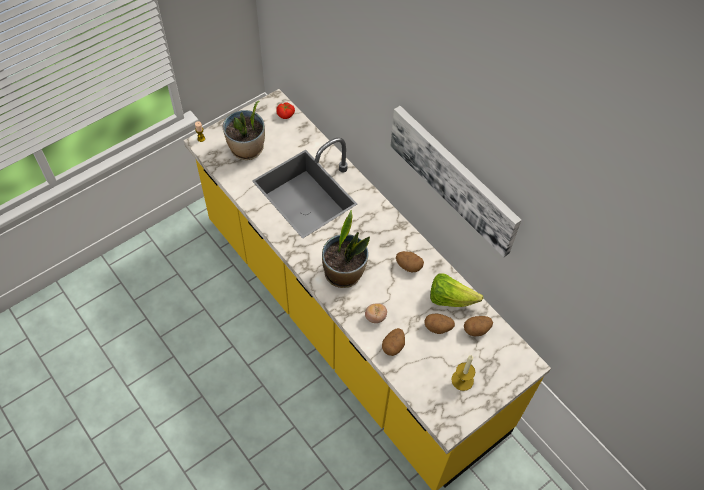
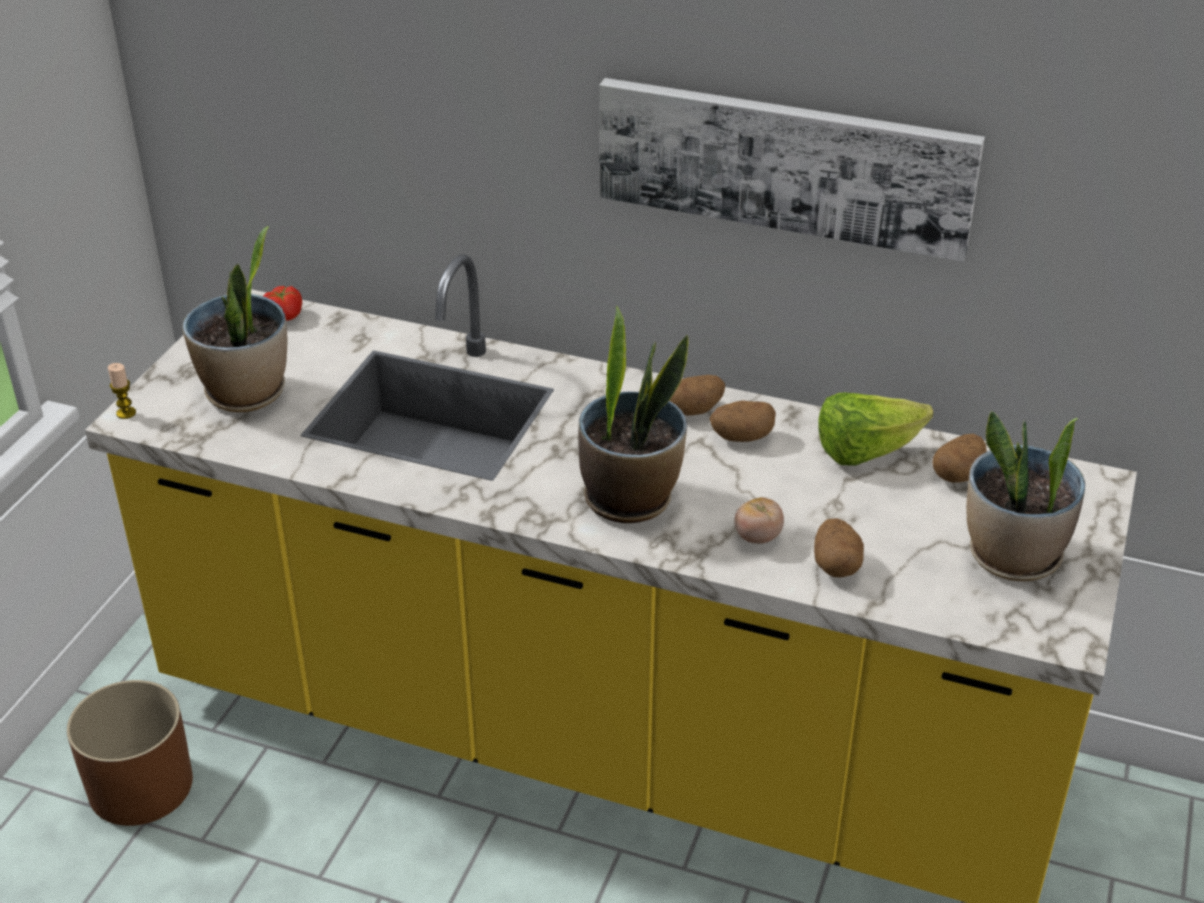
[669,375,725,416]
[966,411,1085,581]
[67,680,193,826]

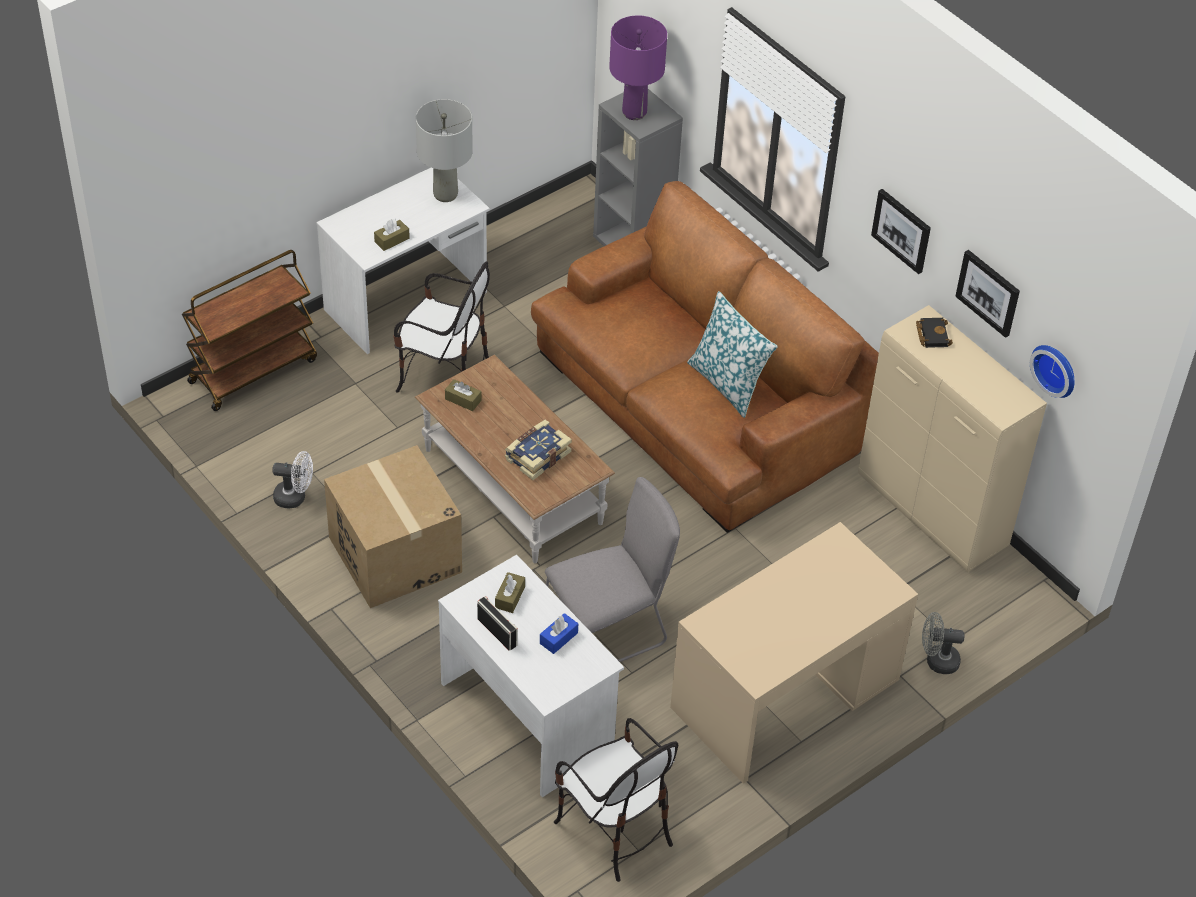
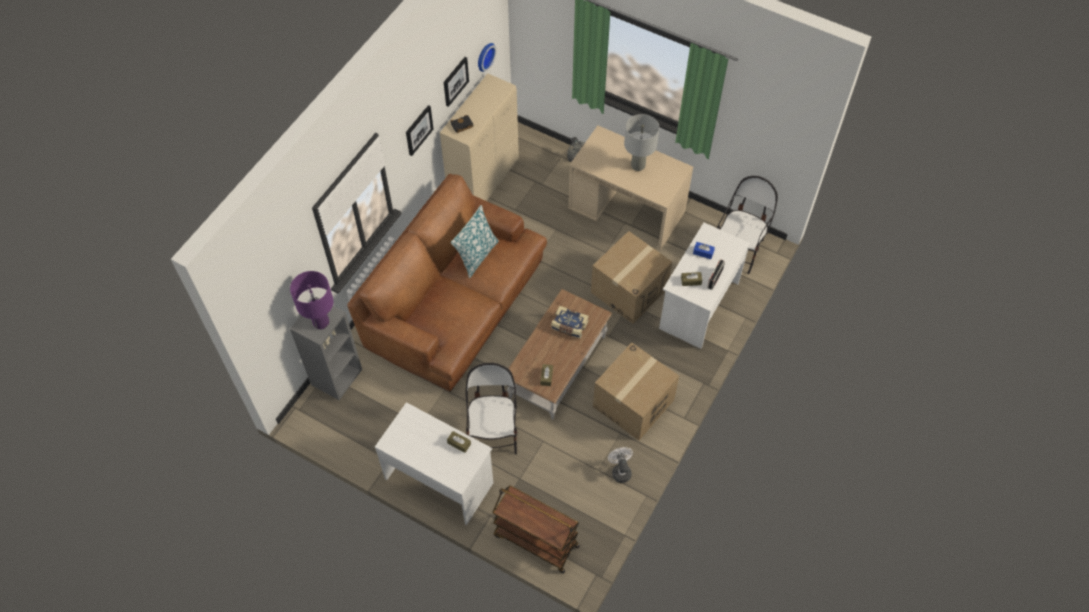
[624,114,659,171]
[591,231,672,324]

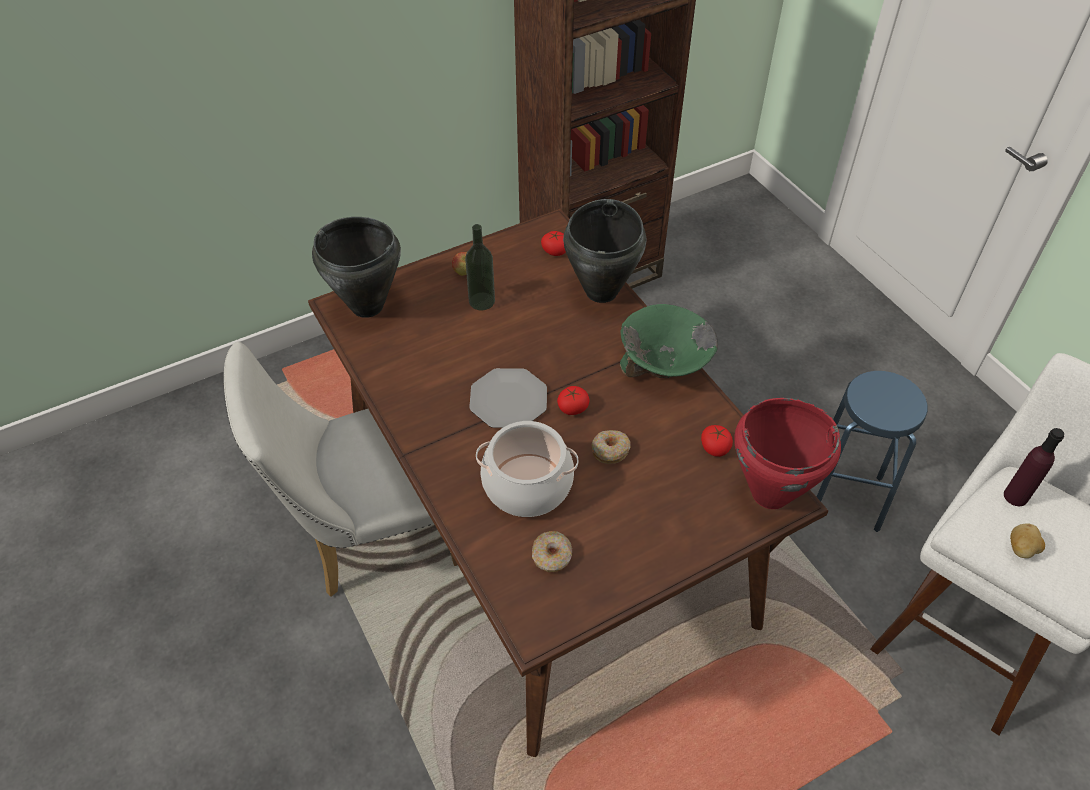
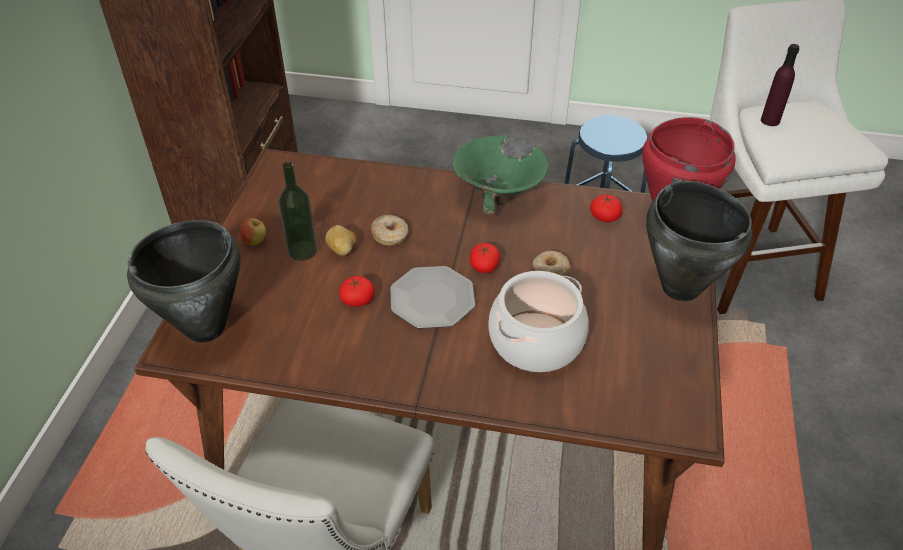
[371,215,409,246]
[339,276,375,307]
[646,181,753,301]
[325,225,356,256]

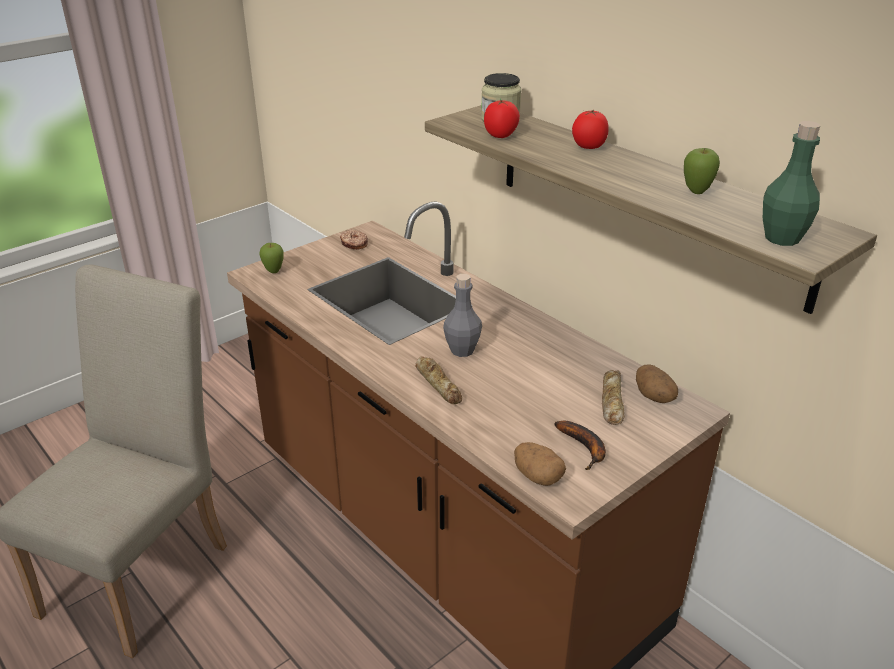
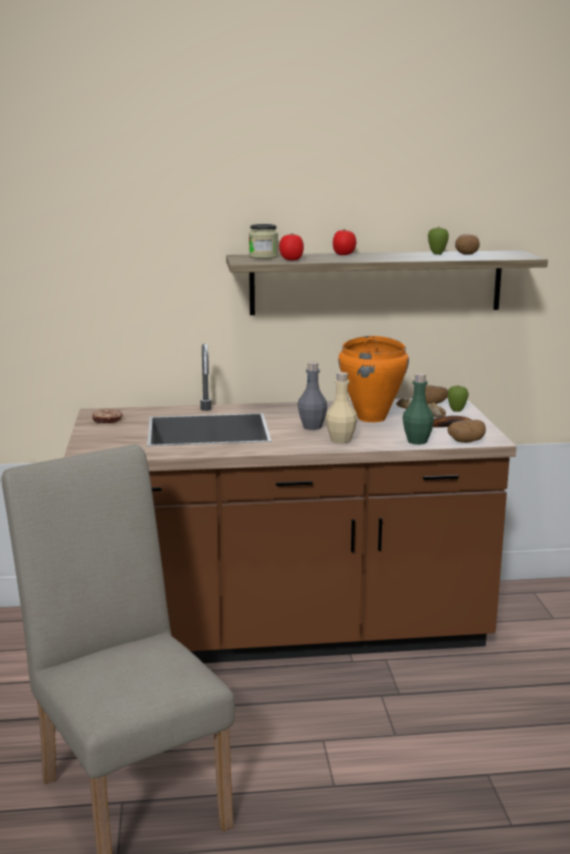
[447,385,469,412]
[326,372,357,444]
[403,373,434,445]
[338,336,409,422]
[455,234,480,255]

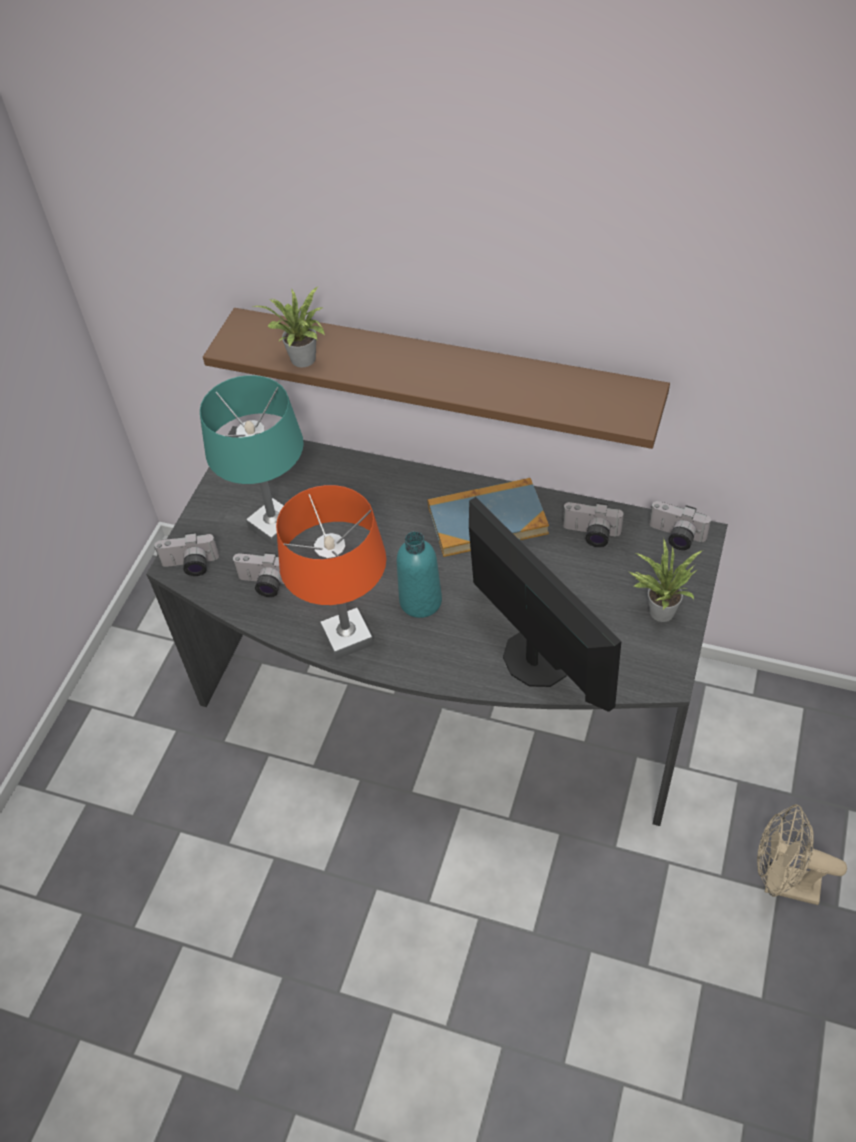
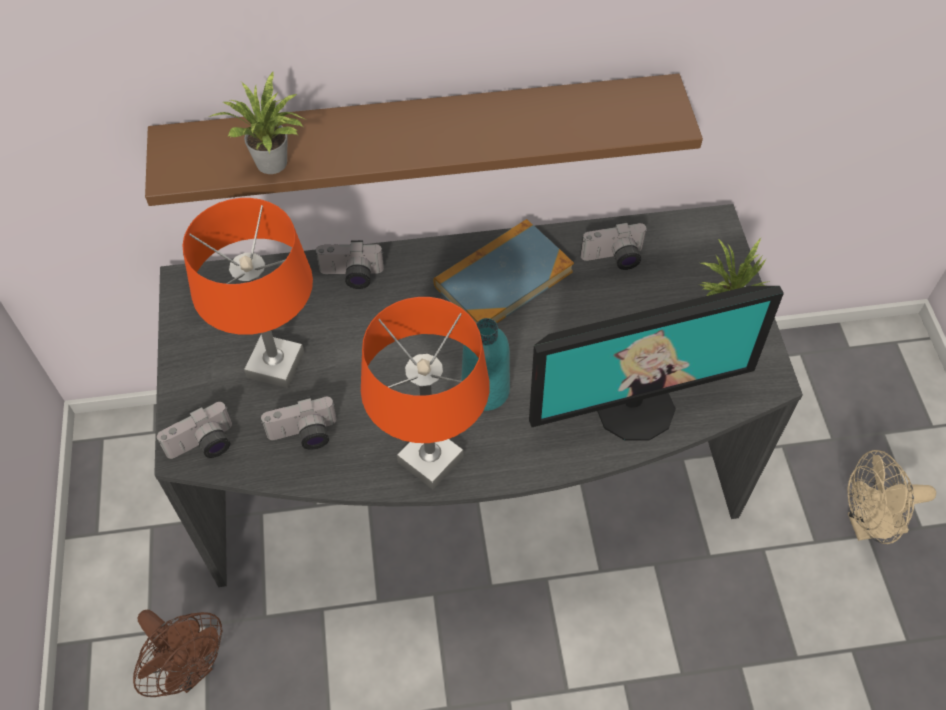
[183,198,313,388]
[529,286,784,441]
[315,240,384,289]
[133,610,223,697]

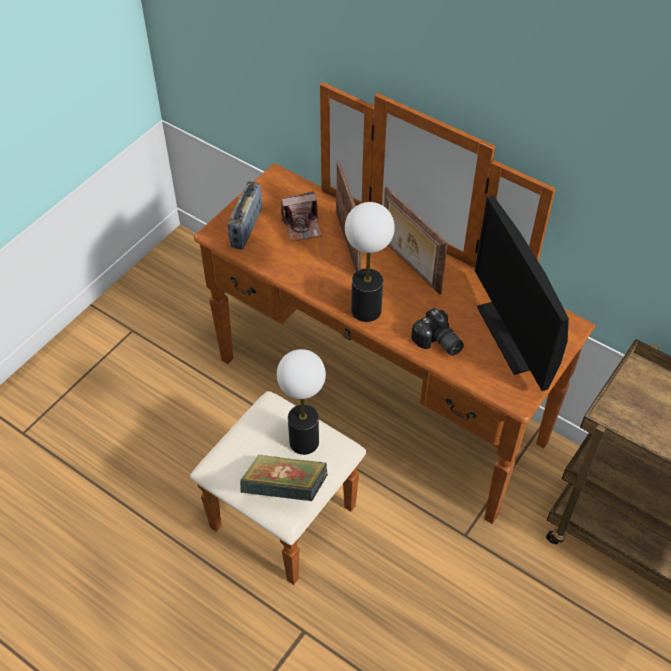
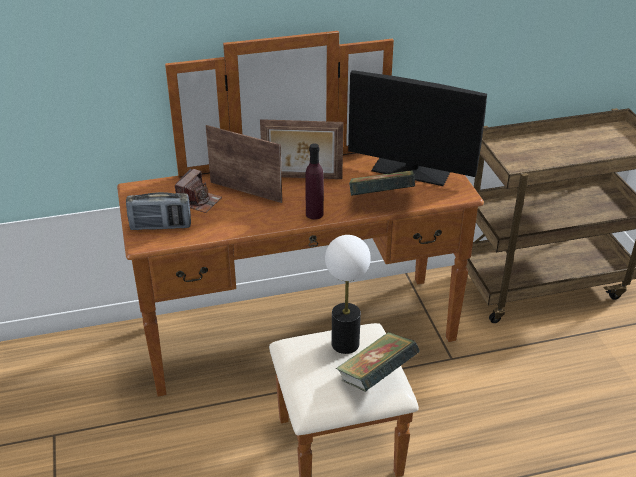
[126,192,191,230]
[305,143,324,220]
[349,170,415,196]

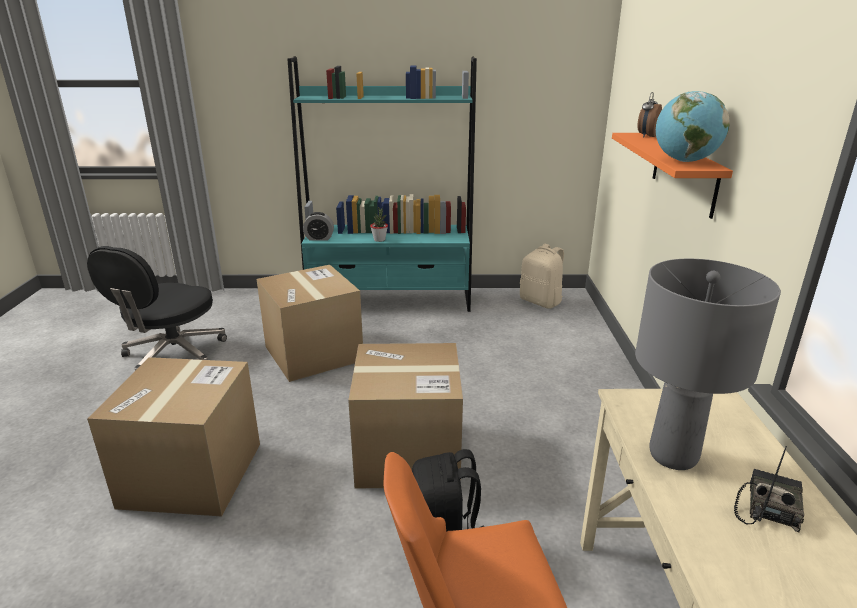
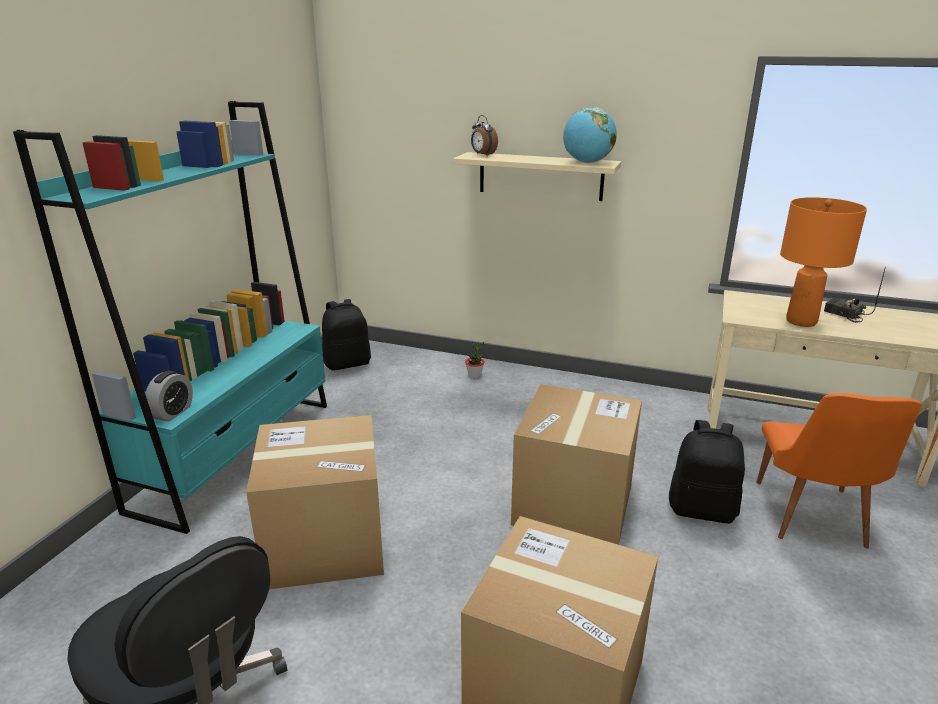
[465,342,484,379]
[322,299,371,371]
[453,152,621,201]
[780,197,867,327]

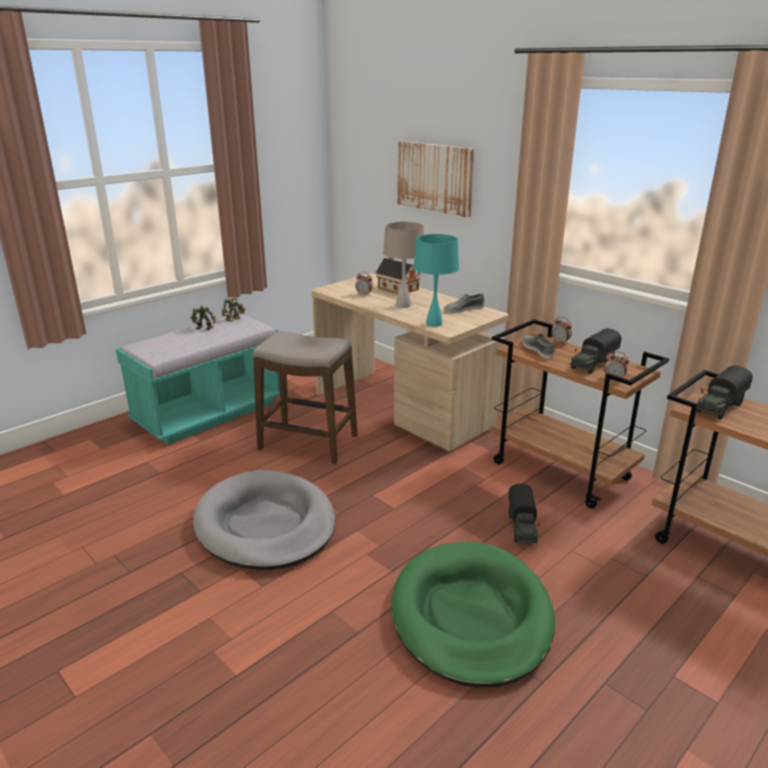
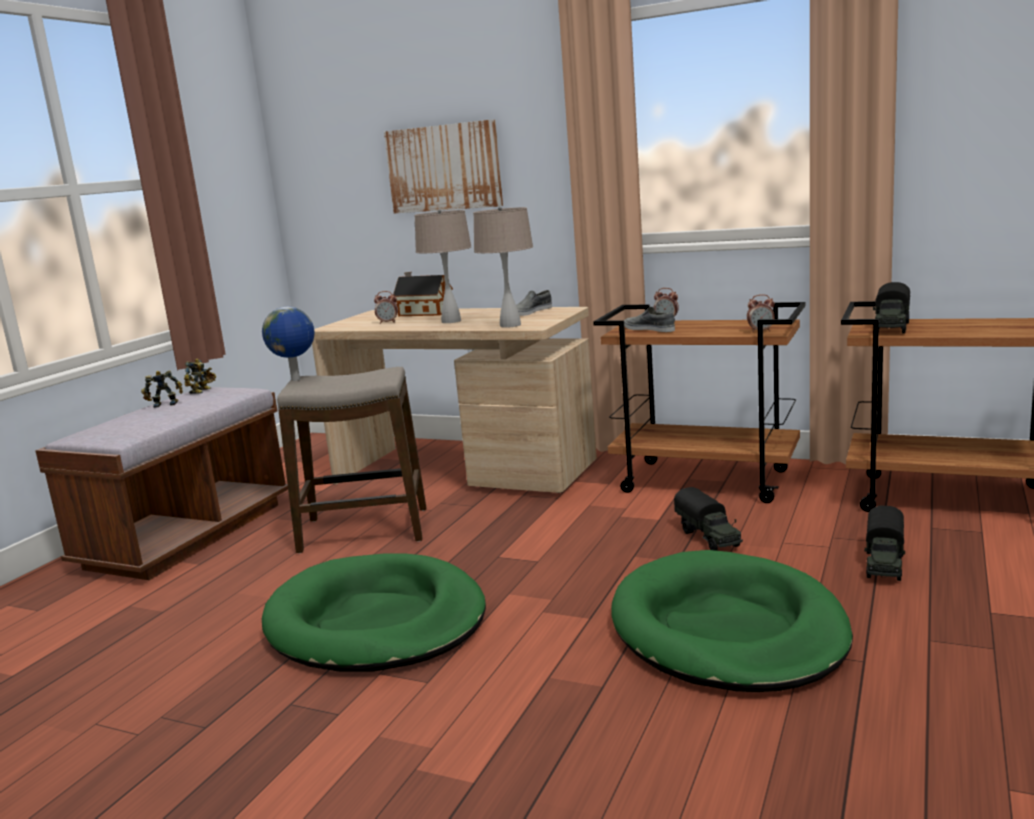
[35,387,288,580]
[262,554,486,672]
[473,207,533,328]
[864,506,905,581]
[262,306,315,381]

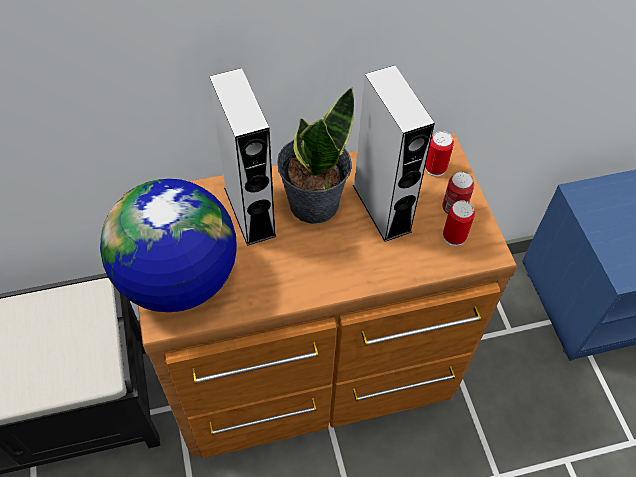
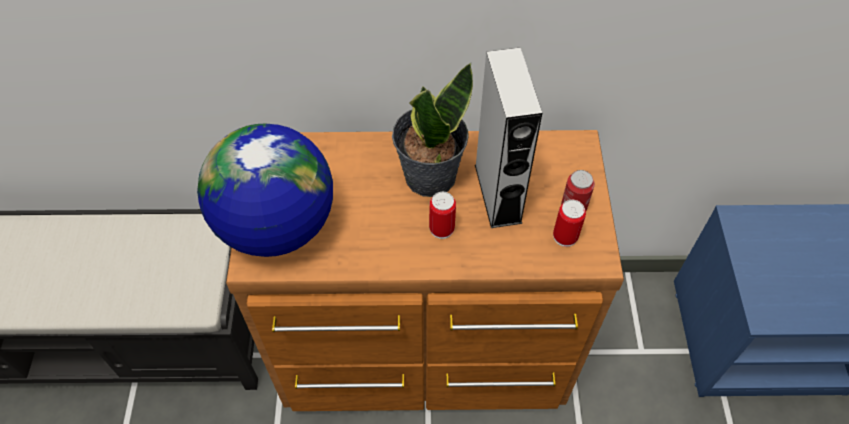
[209,68,276,246] (first image)
[429,192,456,239]

